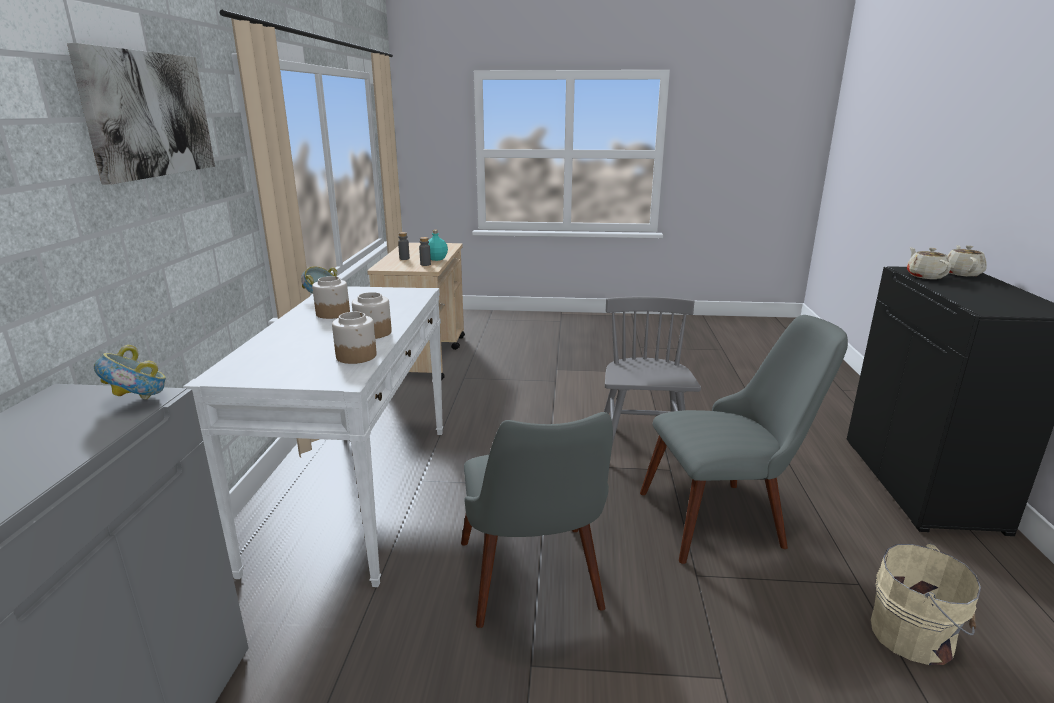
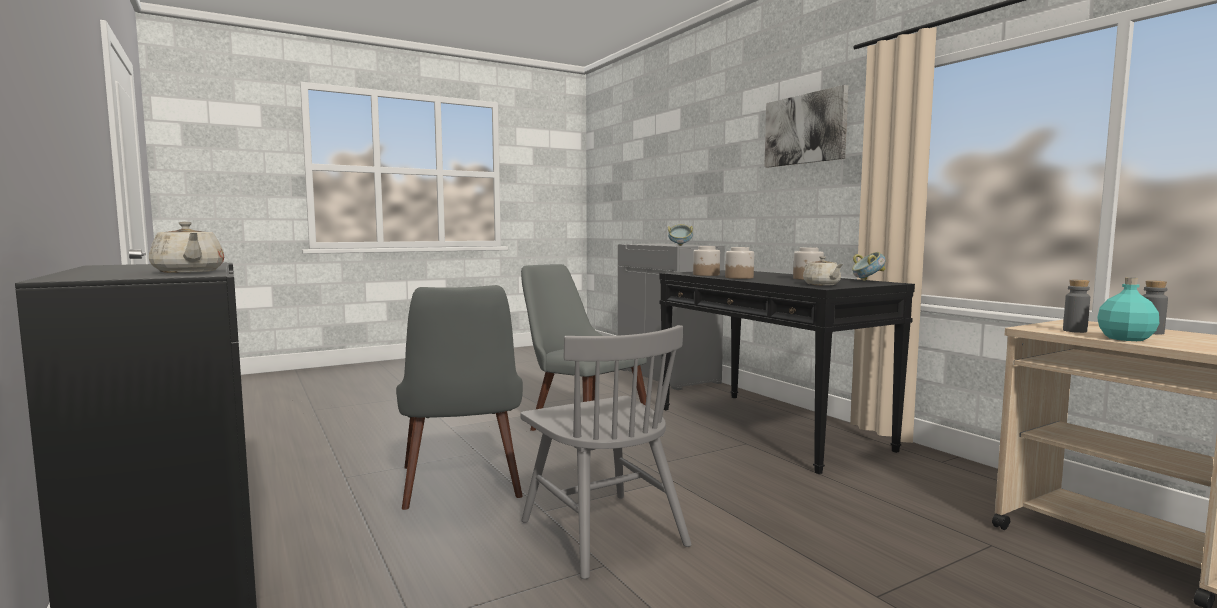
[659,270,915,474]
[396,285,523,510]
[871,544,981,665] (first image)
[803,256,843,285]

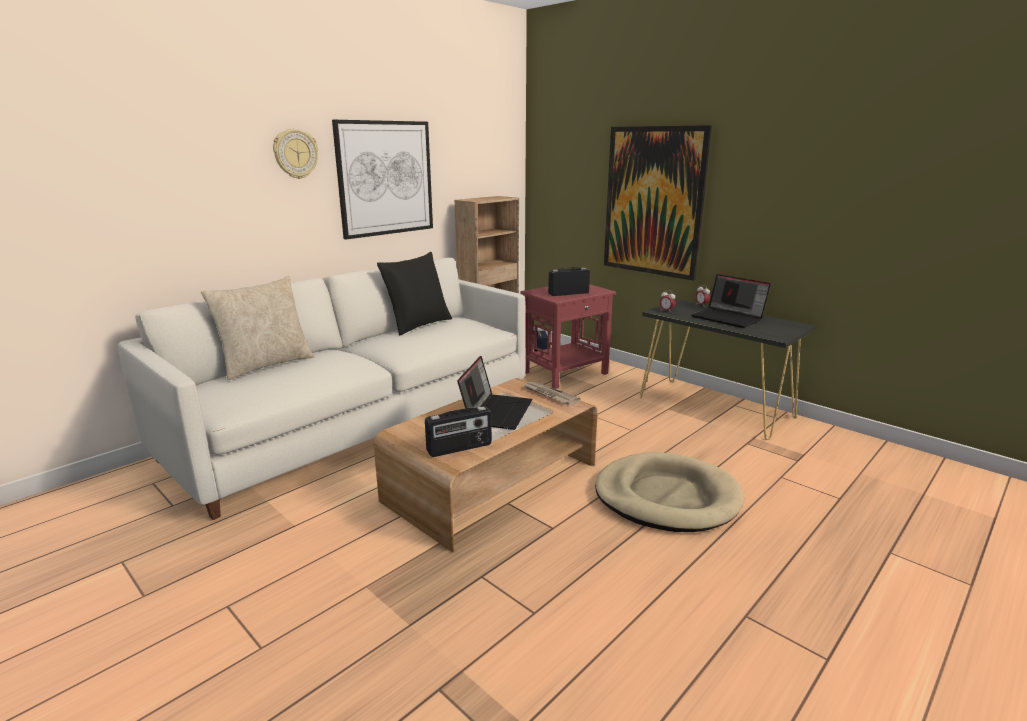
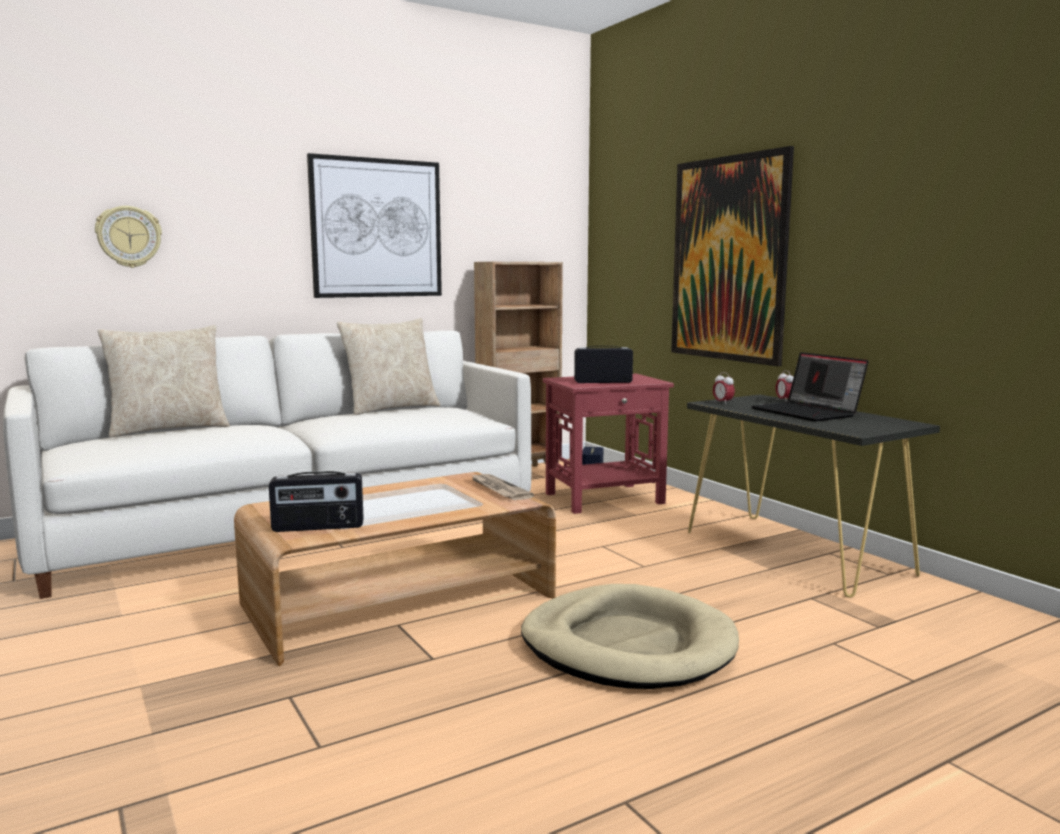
[95,206,162,268]
[337,318,440,415]
[457,356,533,430] (first image)

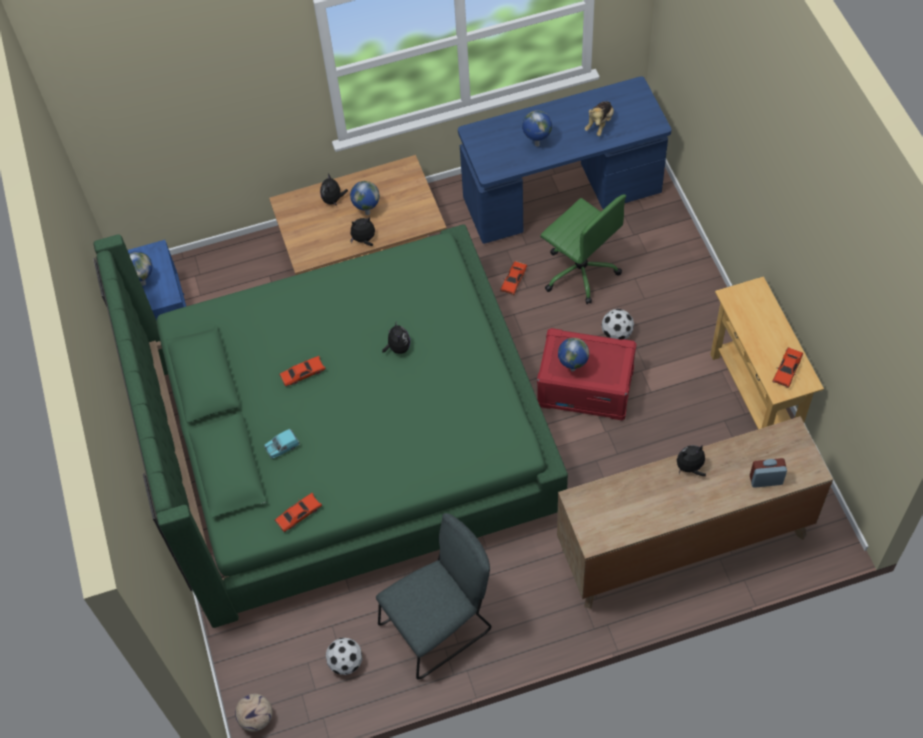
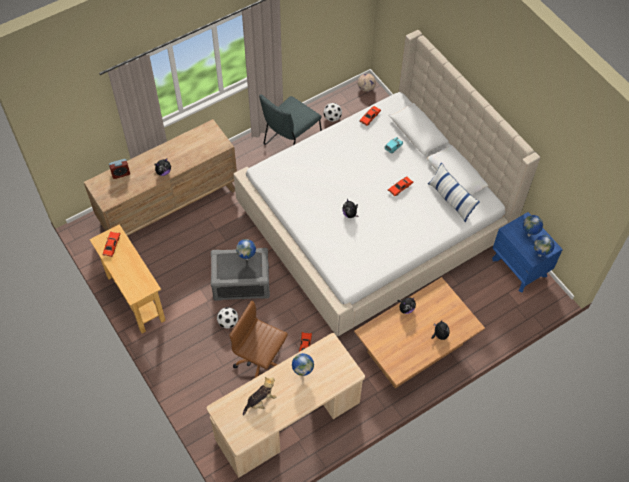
[234,30,540,336]
[534,235,554,257]
[207,333,365,478]
[211,248,270,301]
[229,301,288,378]
[243,377,276,416]
[428,162,480,223]

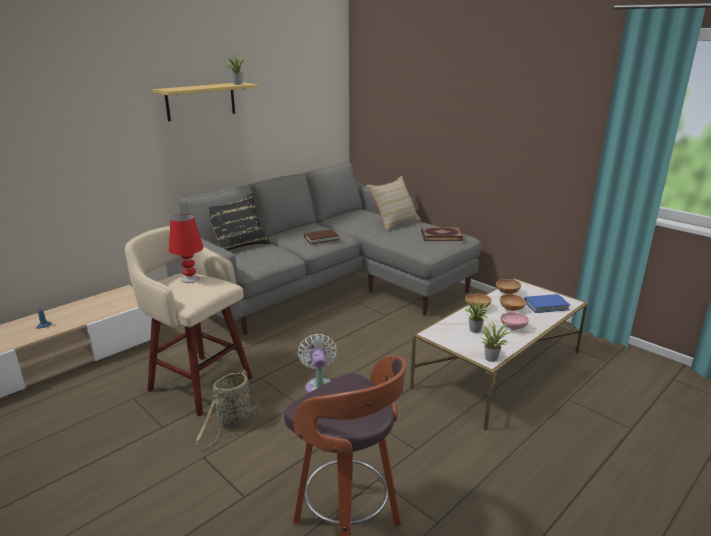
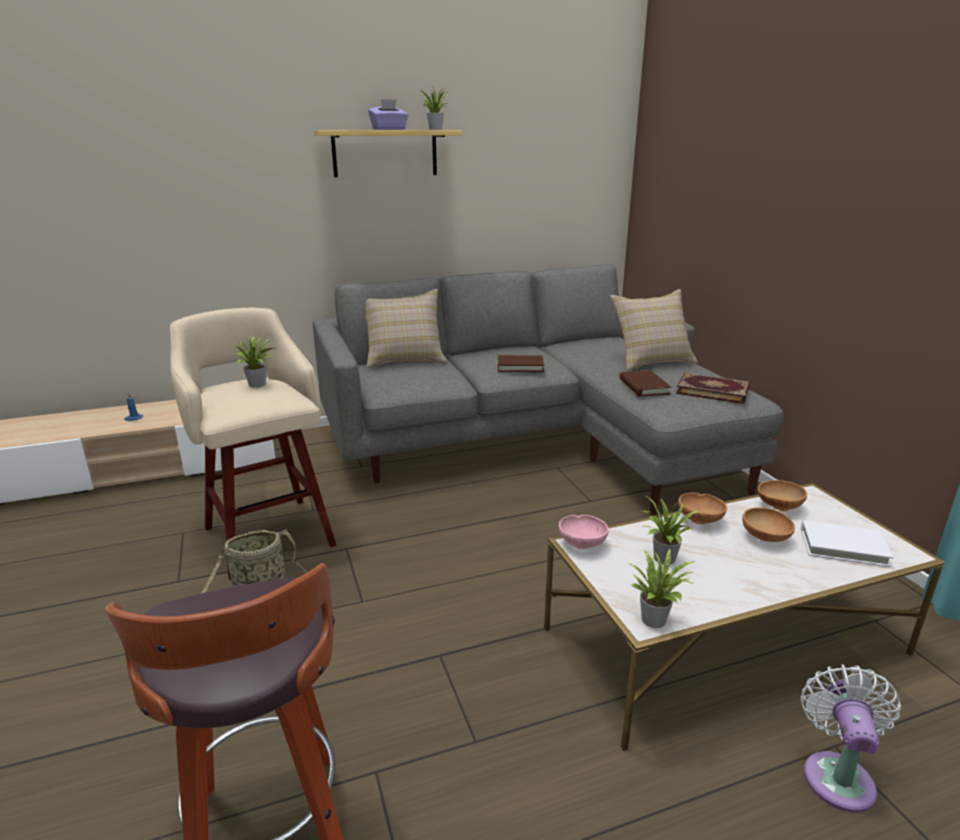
[232,335,275,388]
[366,289,447,368]
[801,664,901,813]
[558,515,609,549]
[801,520,894,567]
[368,99,408,130]
[619,370,671,396]

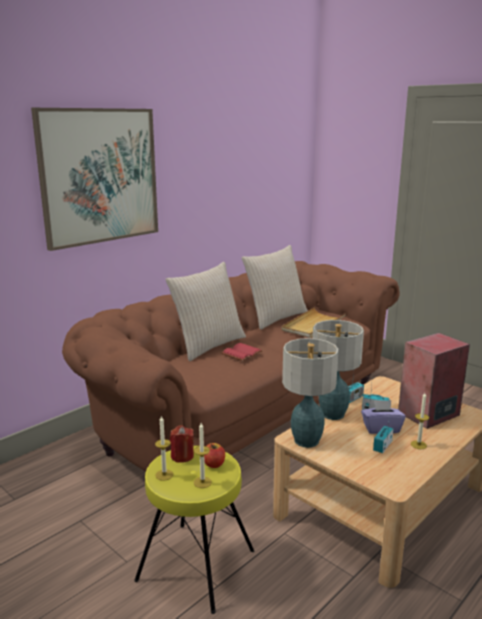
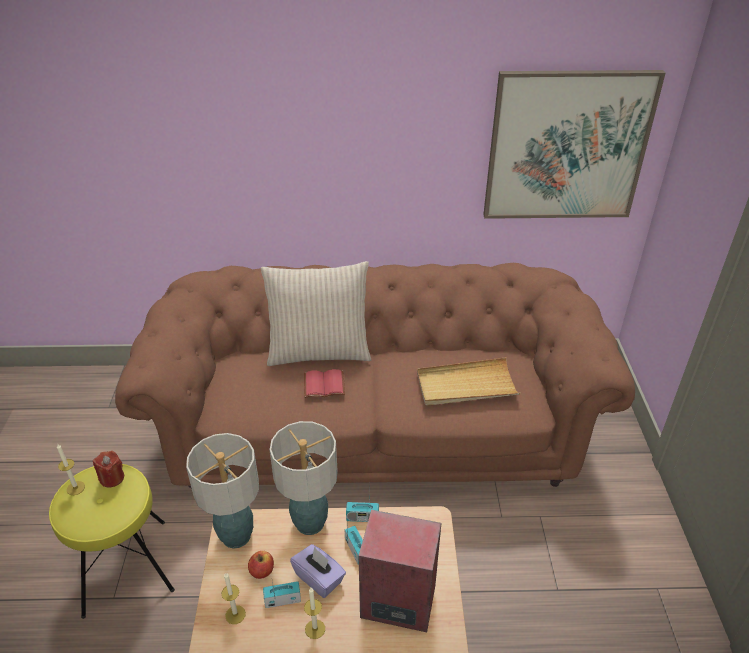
[483,70,665,219]
[221,573,246,624]
[248,551,274,579]
[242,245,308,330] (first image)

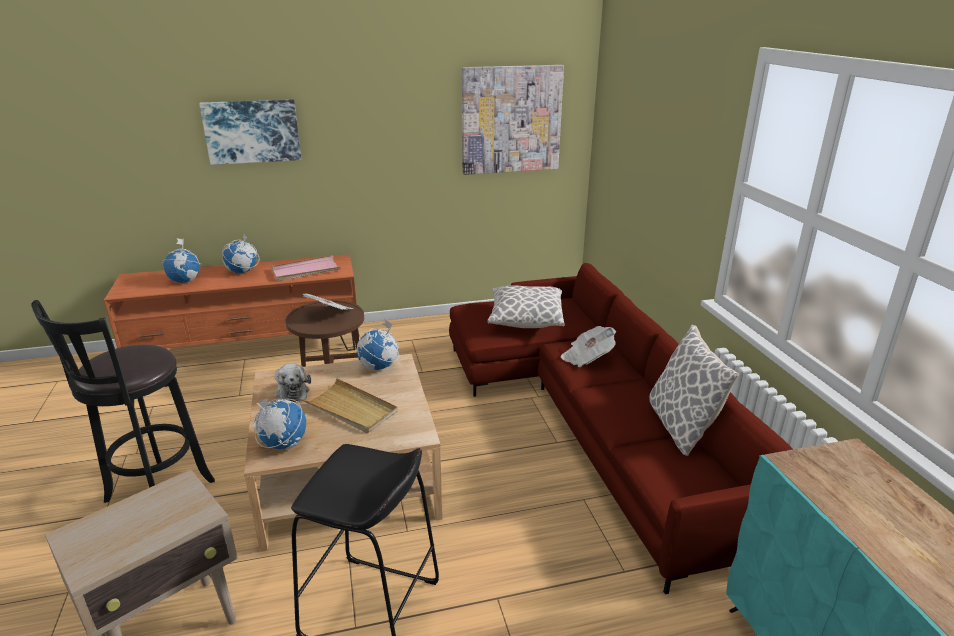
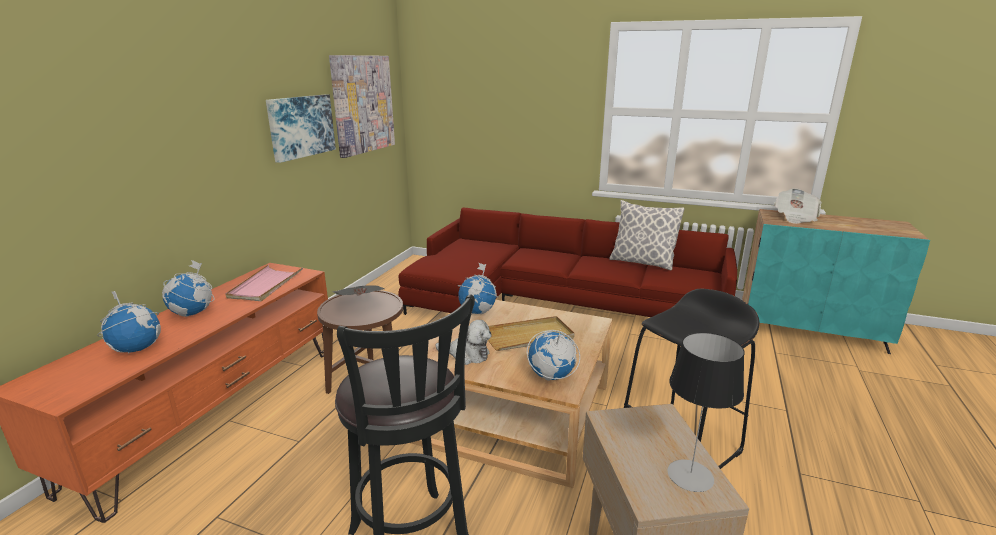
[266,94,336,163]
[488,285,565,328] (first image)
[774,188,822,224]
[668,332,744,492]

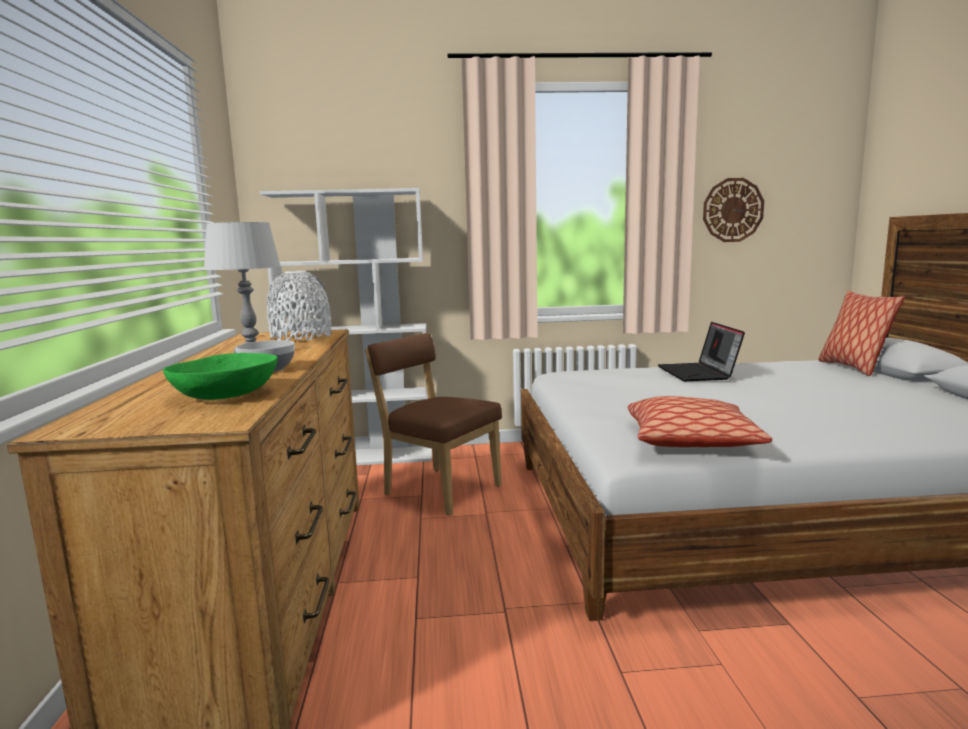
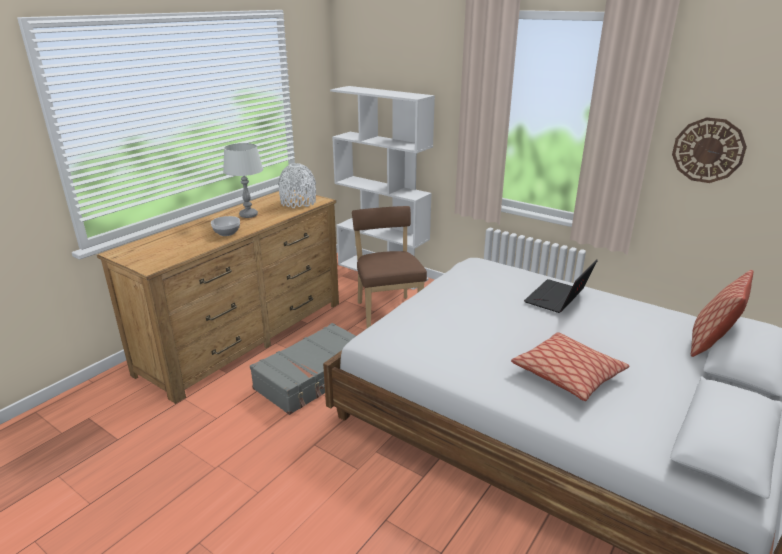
[163,353,278,400] (first image)
[511,332,629,401]
[250,323,356,415]

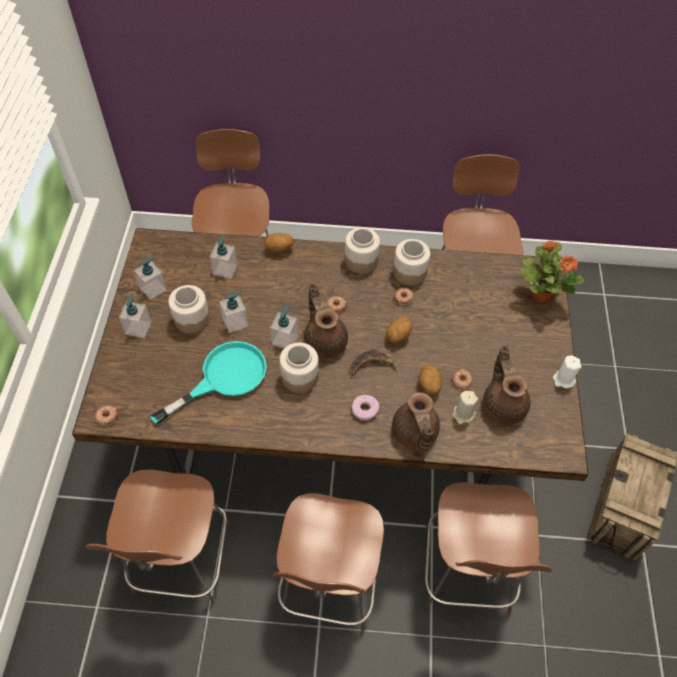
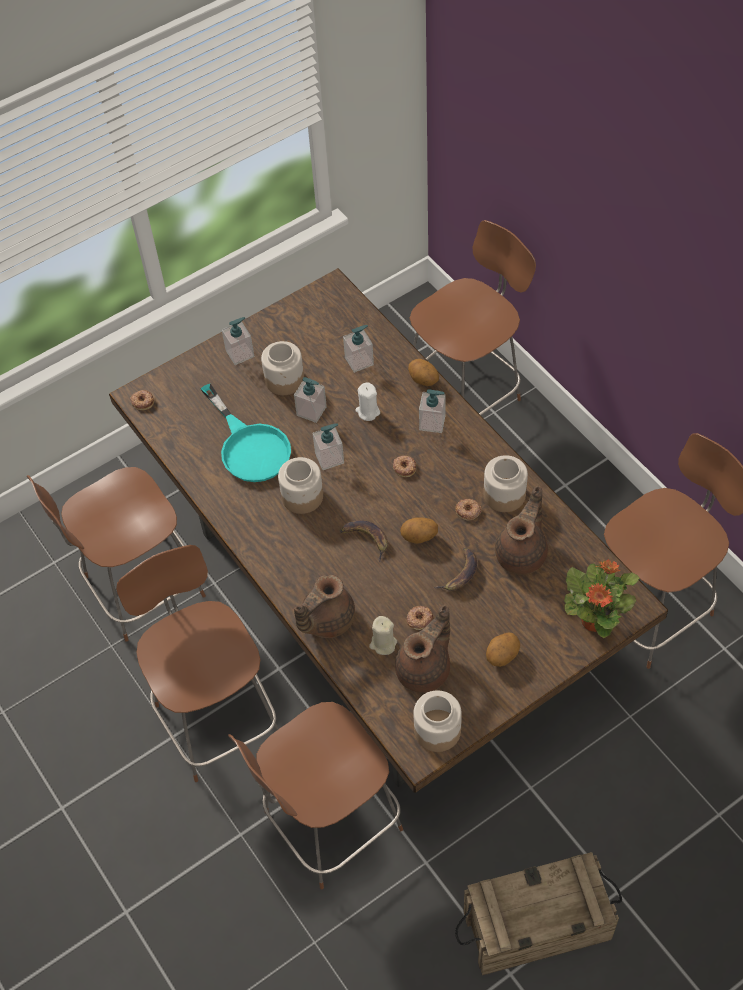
[419,389,446,433]
[200,384,291,482]
[116,545,279,782]
[495,486,548,574]
[413,690,462,752]
[352,395,379,420] (first image)
[486,632,520,667]
[355,382,380,421]
[434,548,477,591]

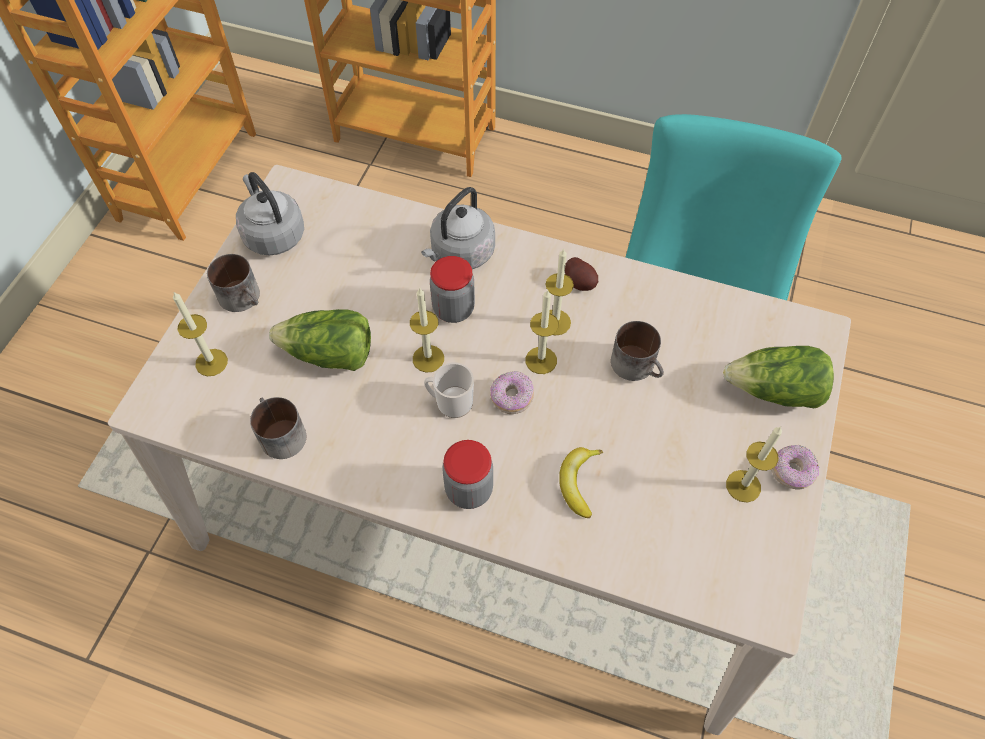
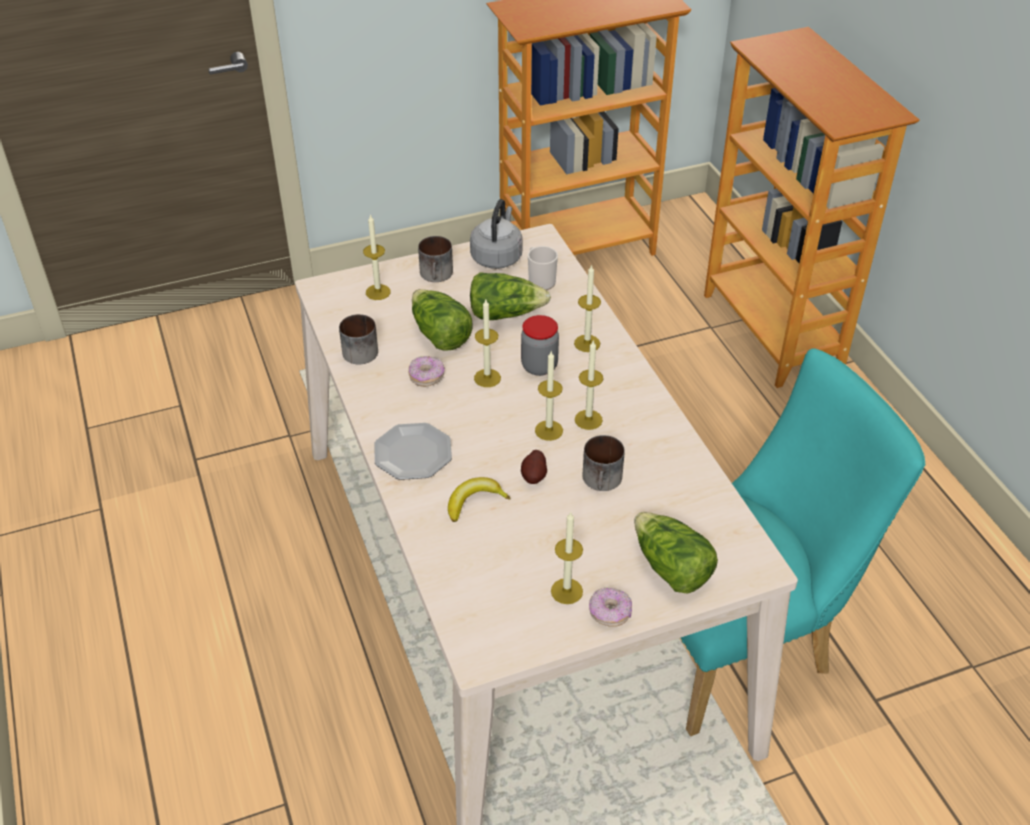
[574,264,601,352]
[528,246,558,290]
[375,423,452,480]
[409,356,445,387]
[521,450,547,484]
[470,272,551,320]

